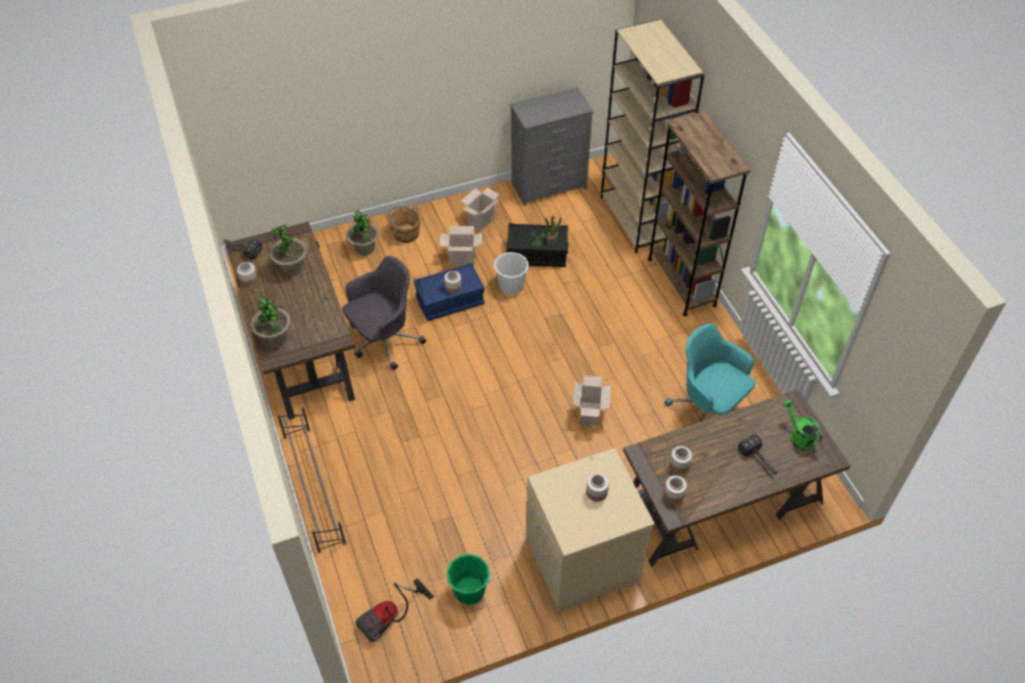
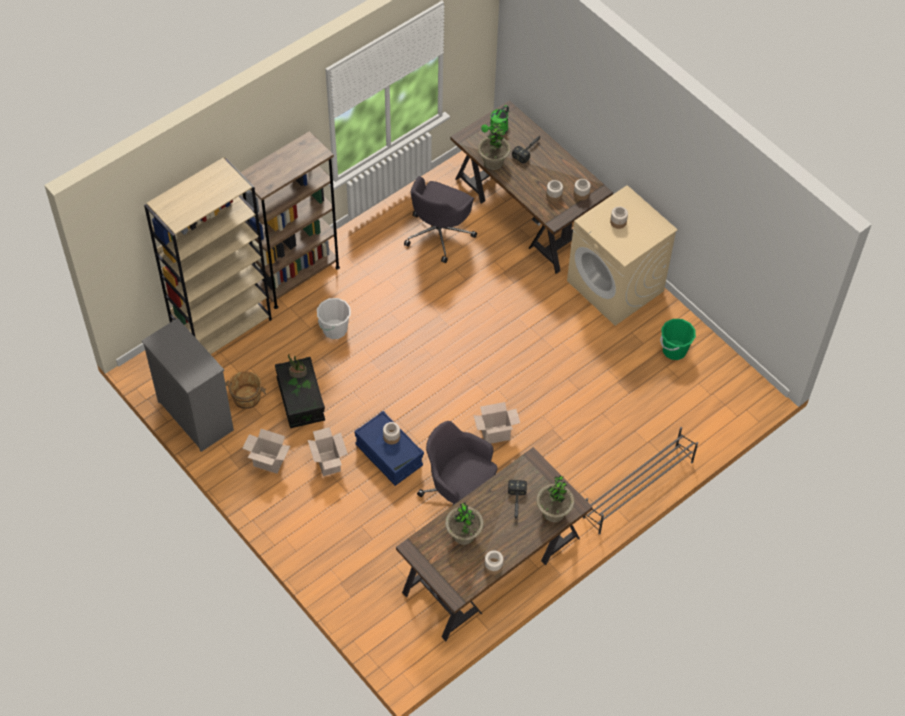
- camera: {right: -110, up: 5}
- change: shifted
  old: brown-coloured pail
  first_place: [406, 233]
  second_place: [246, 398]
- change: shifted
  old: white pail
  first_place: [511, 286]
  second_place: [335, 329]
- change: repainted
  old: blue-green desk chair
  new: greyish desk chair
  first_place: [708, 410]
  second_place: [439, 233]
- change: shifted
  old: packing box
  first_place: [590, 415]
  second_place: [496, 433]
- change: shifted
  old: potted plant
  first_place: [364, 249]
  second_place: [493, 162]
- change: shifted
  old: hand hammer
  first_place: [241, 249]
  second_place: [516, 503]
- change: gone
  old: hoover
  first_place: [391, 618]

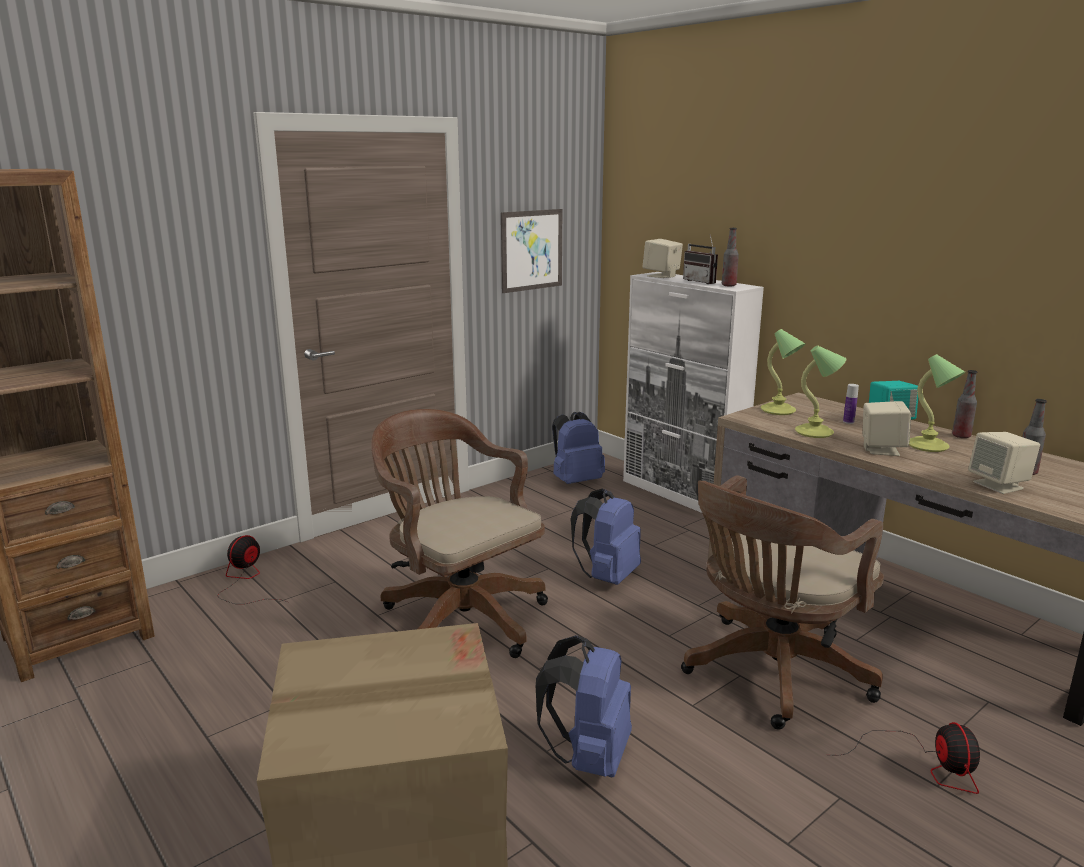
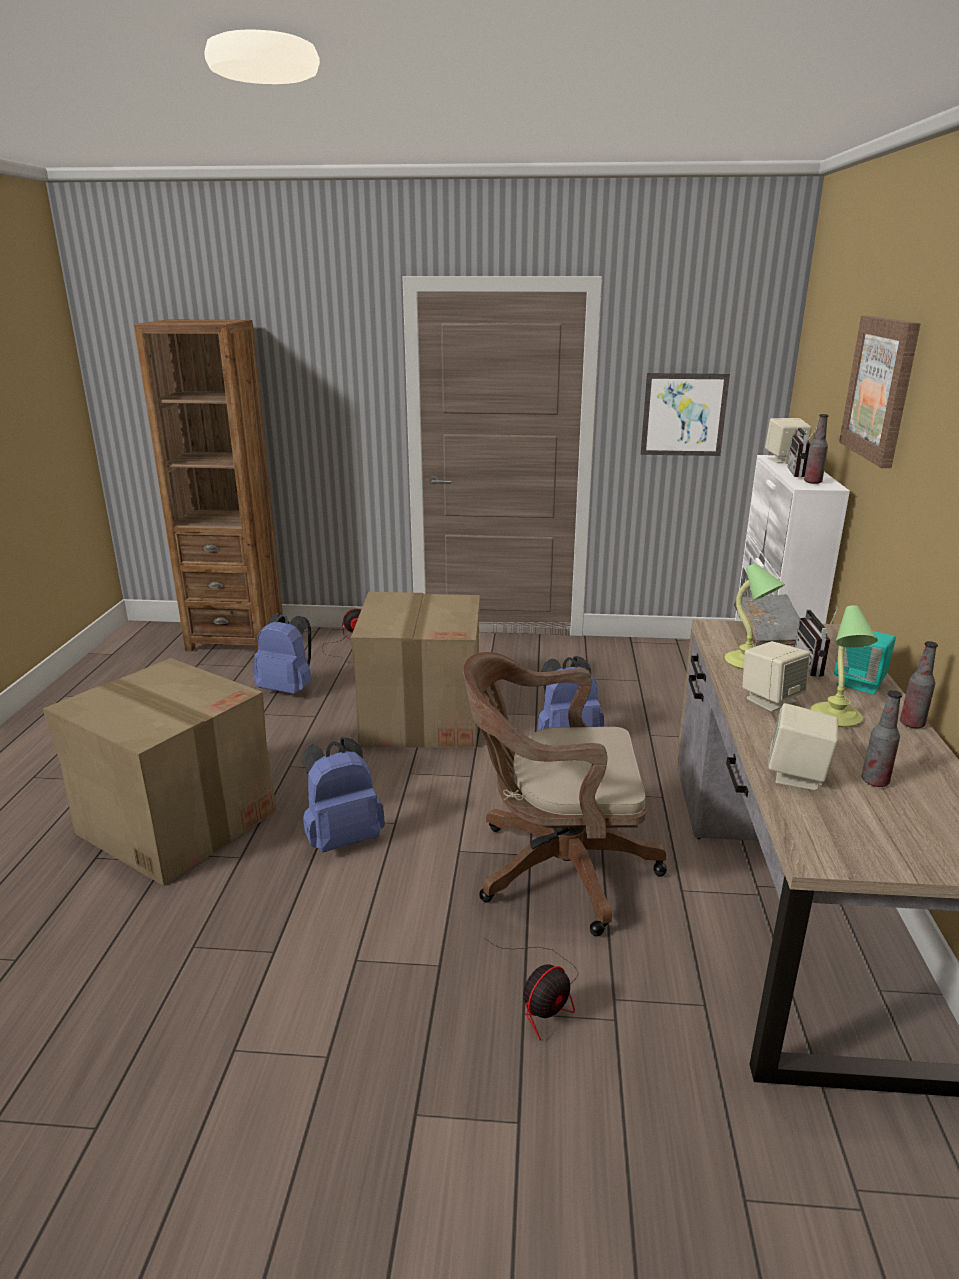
- camera: {right: 45, up: 5}
- change: shifted
  old: bluish knapsack
  first_place: [575, 481]
  second_place: [288, 689]
- change: swapped
  old: brown-coloured desk chair
  new: packing box
  first_place: [459, 616]
  second_place: [422, 717]
- change: swapped
  old: table lamp
  new: greyish volume
  first_place: [779, 411]
  second_place: [770, 633]
- change: swapped
  old: drink bottle
  new: radio
  first_place: [848, 422]
  second_place: [815, 666]
- change: new
  new: wall art
  second_place: [880, 389]

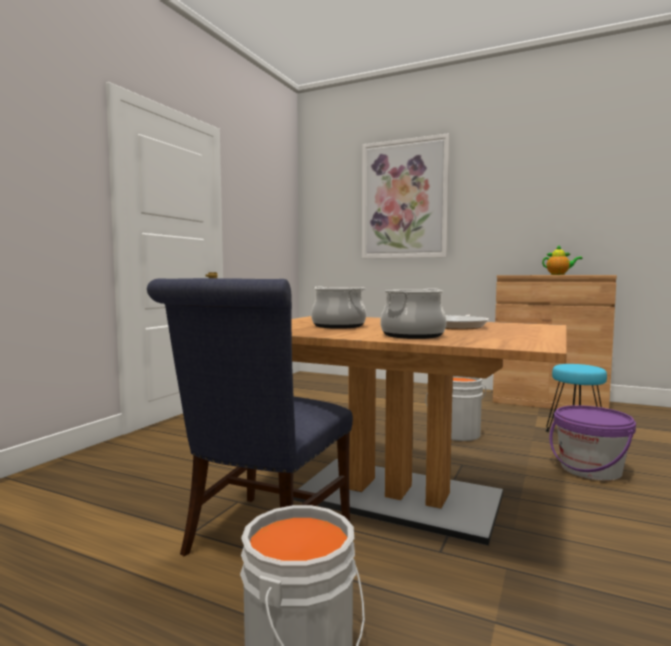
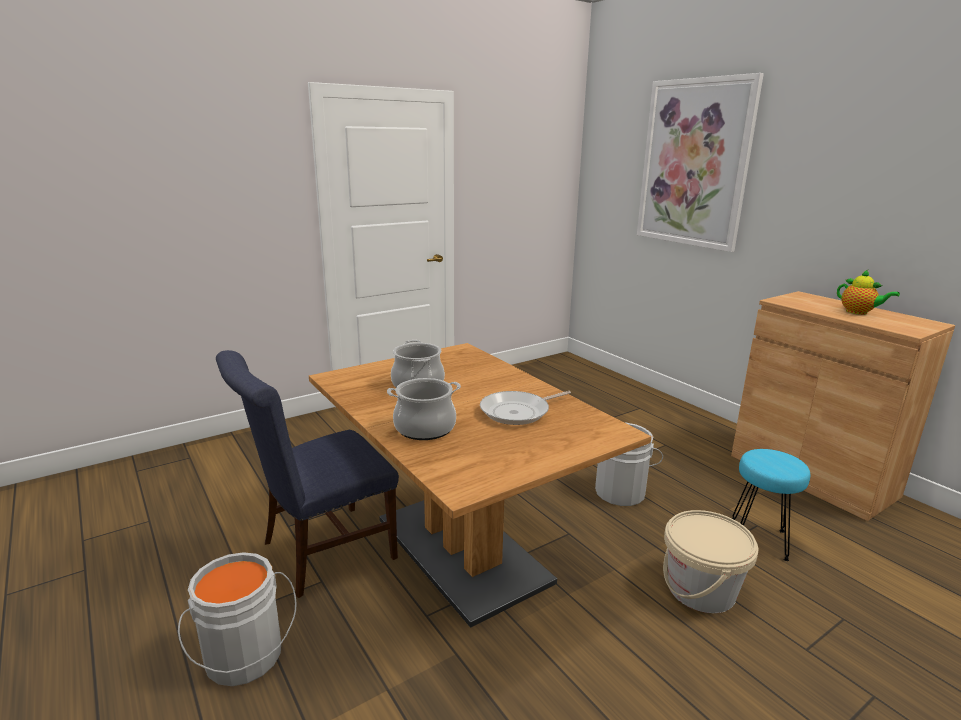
- camera: {right: 30, up: 15}
- change: repainted
  old: purplish pail
  new: beige pail
  first_place: [590, 469]
  second_place: [701, 589]

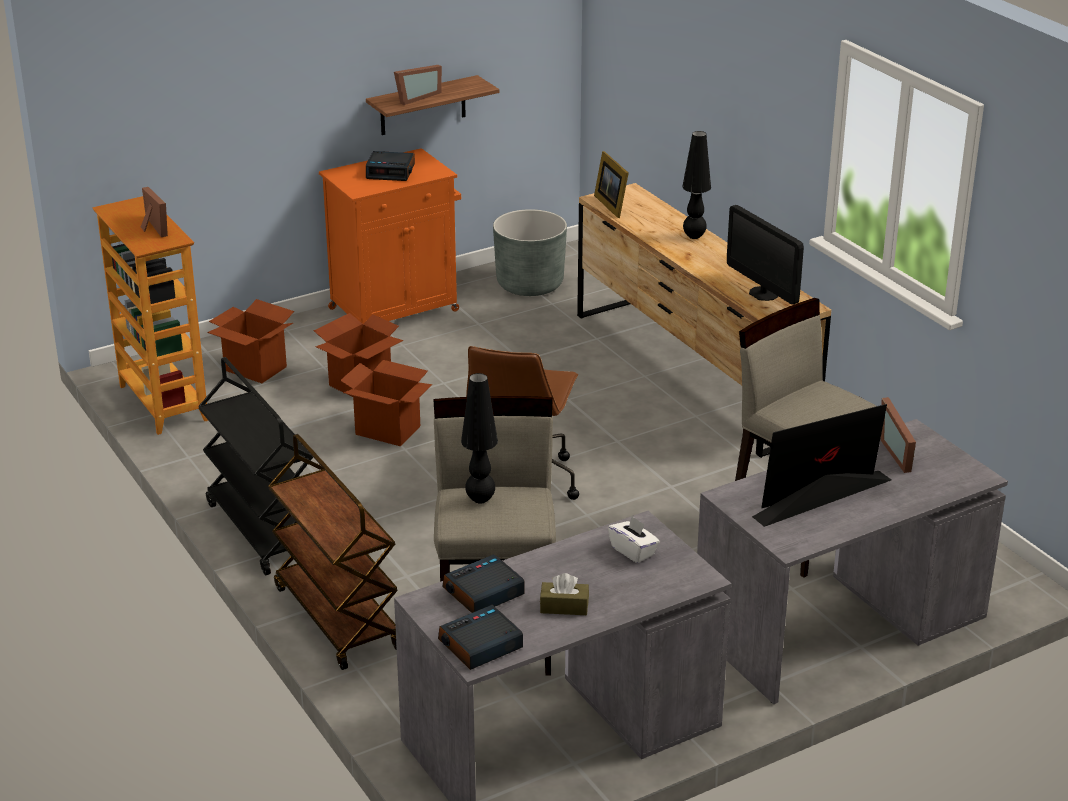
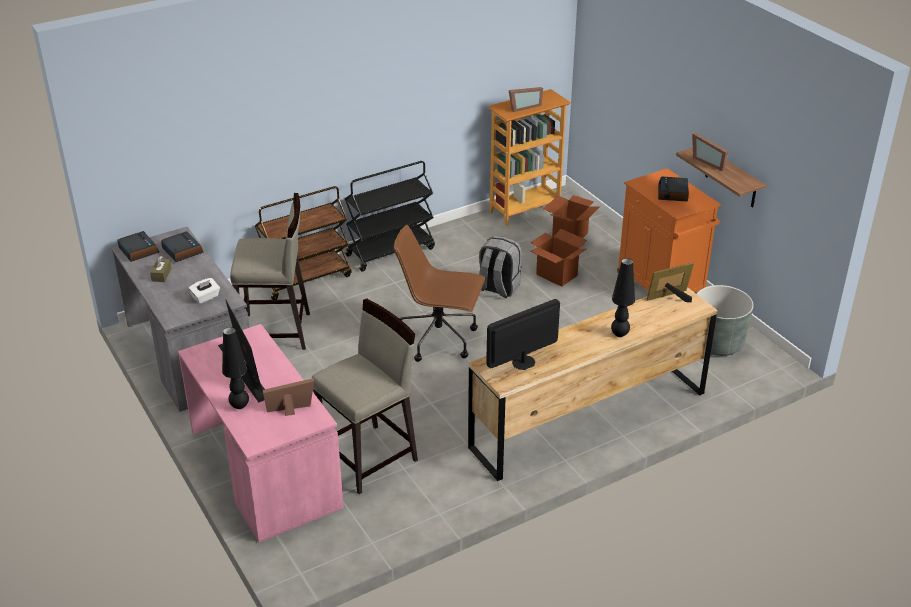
- camera: {right: 90, up: 5}
- change: repainted
  old: greyish desk
  new: pinkish desk
  first_place: [840, 625]
  second_place: [263, 469]
- change: shifted
  old: blackish table lamp
  first_place: [480, 499]
  second_place: [239, 406]
- change: swapped
  old: packing box
  new: greyish knapsack
  first_place: [388, 430]
  second_place: [498, 288]

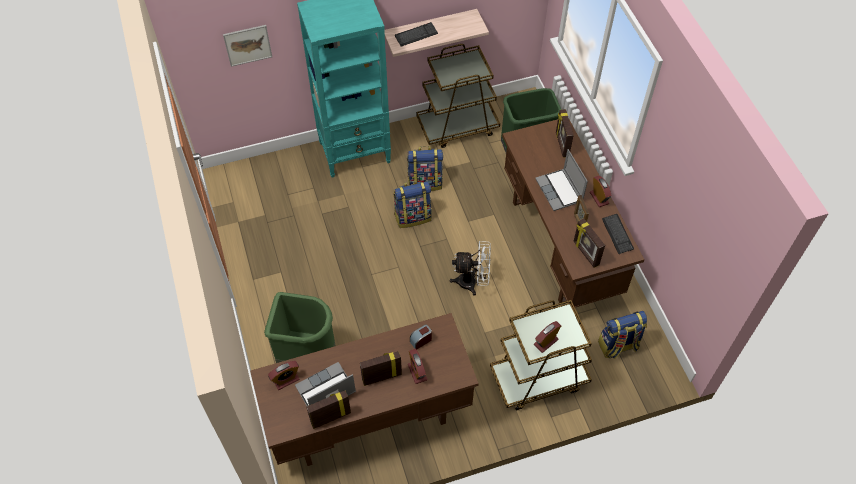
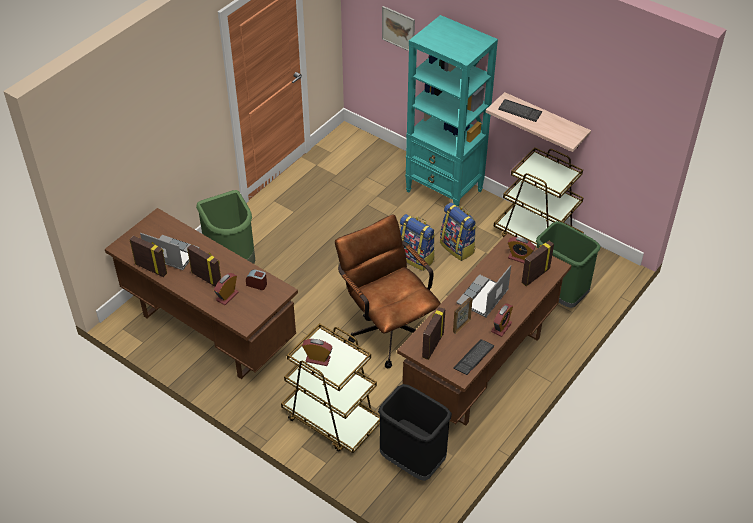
- camera: {right: 55, up: -10}
- change: swapped
  old: white fan
  new: brown-coloured desk chair
  first_place: [472, 282]
  second_place: [387, 328]
- change: swapped
  old: knapsack
  new: blackish trash can
  first_place: [618, 346]
  second_place: [412, 461]
- change: shifted
  old: table clock
  first_place: [286, 380]
  second_place: [519, 258]

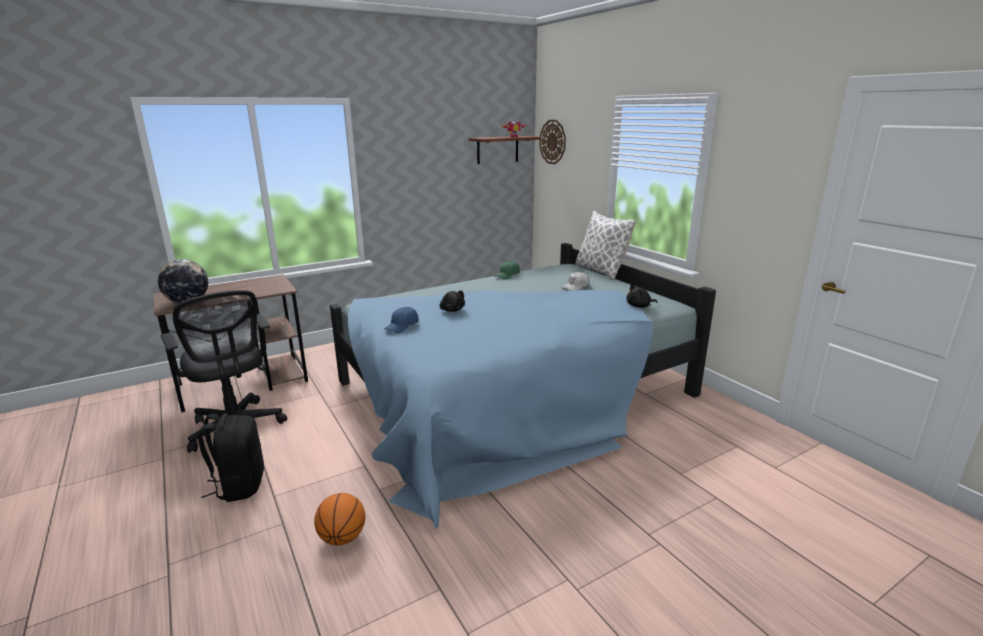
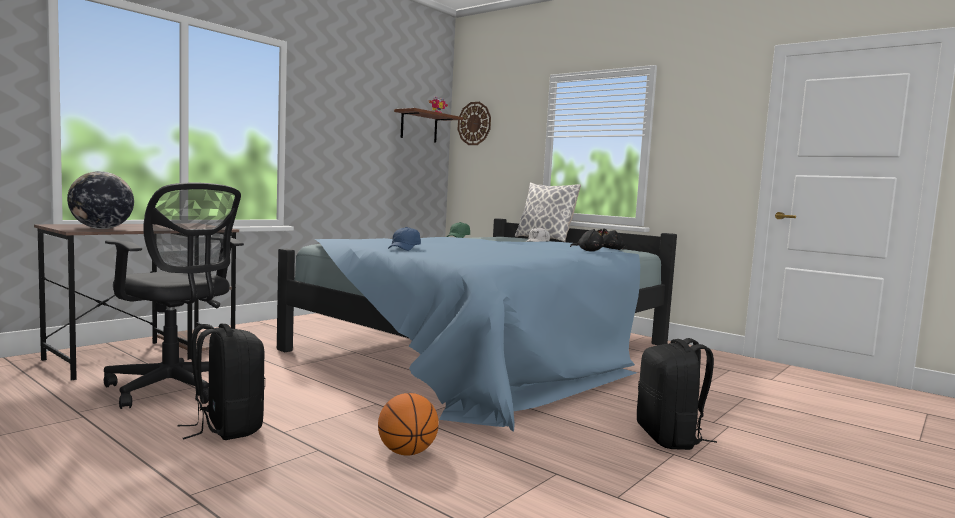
- camera: {right: -20, up: -15}
- change: shifted
  old: blackish soft toy
  first_place: [452, 310]
  second_place: [589, 251]
- change: new
  new: blackish knapsack
  second_place: [670, 438]

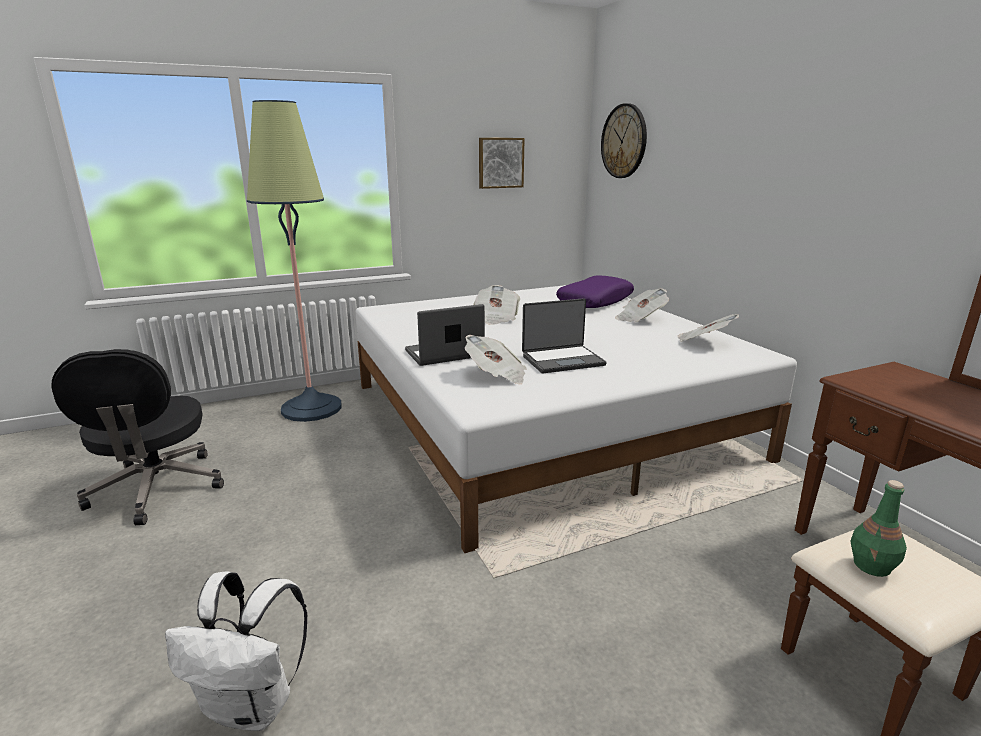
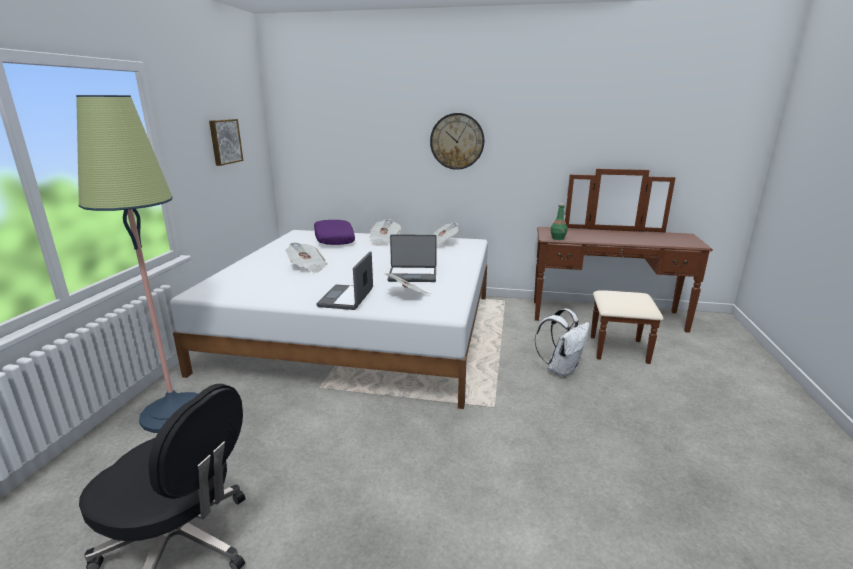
- camera: {right: -55, up: 0}
- change: rotated
  old: portable computer
  first_place: [562, 360]
  second_place: [412, 275]
  degrees: 75
- change: shifted
  old: hanging clock
  first_place: [624, 141]
  second_place: [457, 141]
- change: shifted
  old: white knapsack
  first_place: [253, 705]
  second_place: [561, 369]
- change: shifted
  old: green-coloured drink bottle
  first_place: [872, 566]
  second_place: [558, 238]

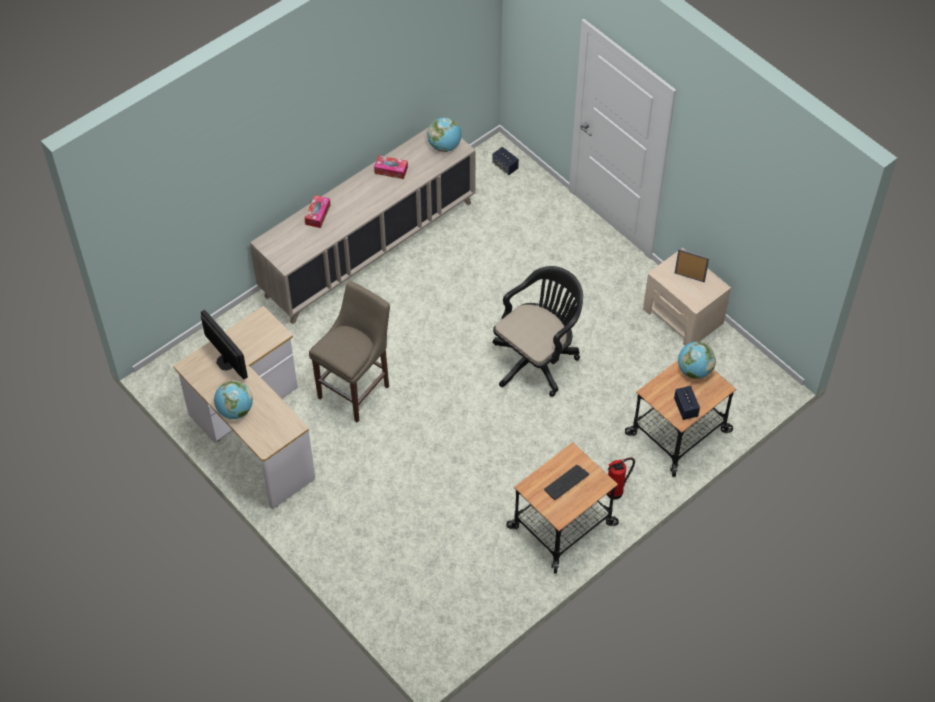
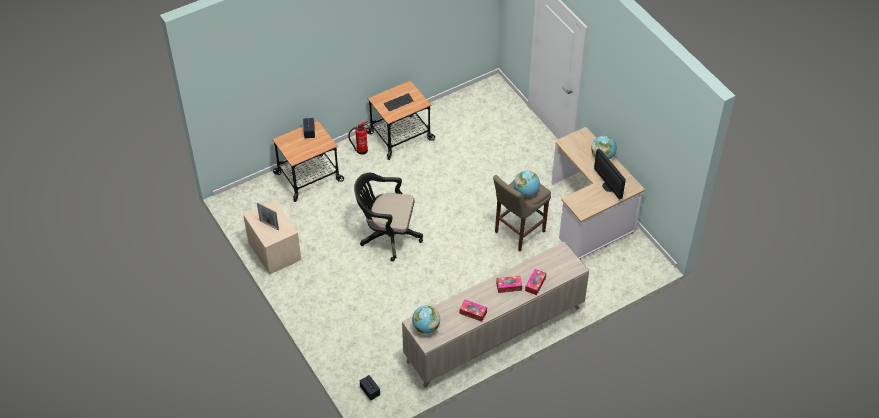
- camera: {right: -170, up: -5}
- change: rotated
  old: blackish desk chair
  first_place: [537, 359]
  second_place: [387, 236]
  degrees: 45
- change: new
  new: box of tissues
  second_place: [509, 286]
- change: shifted
  old: globe
  first_place: [694, 371]
  second_place: [526, 192]

